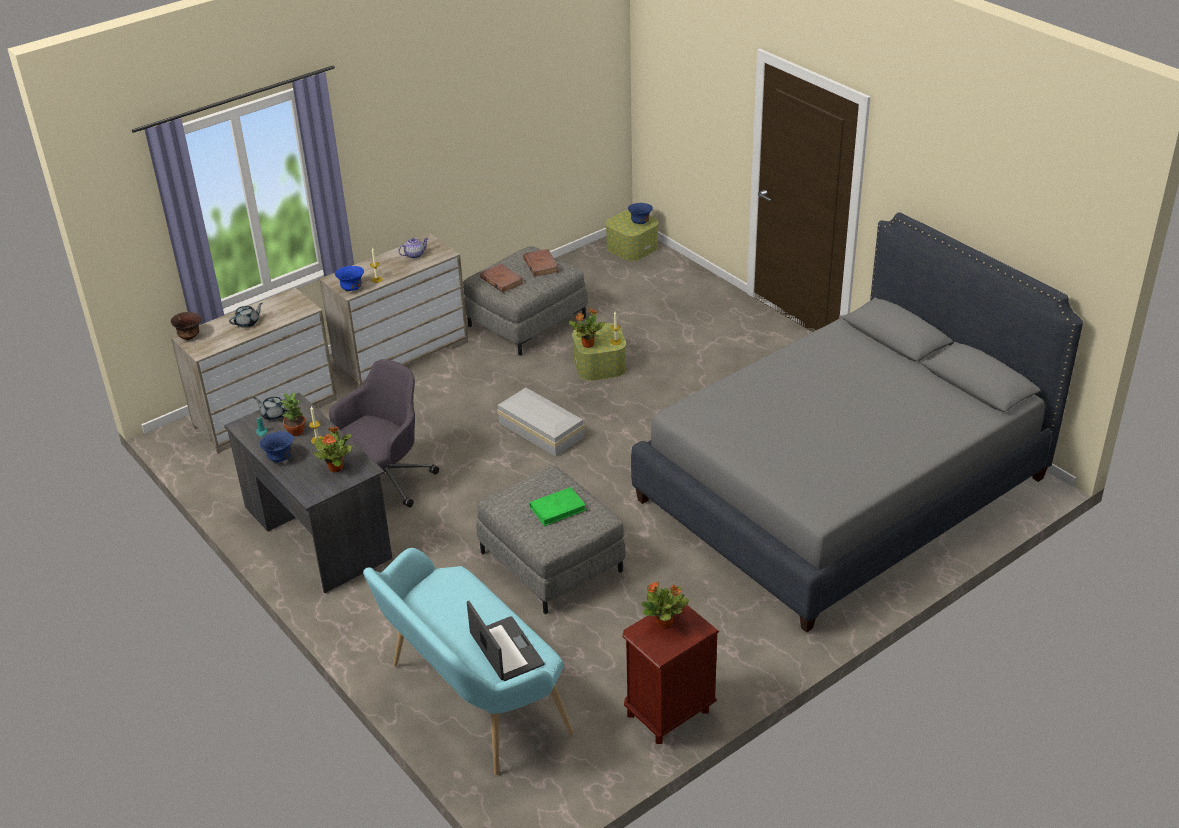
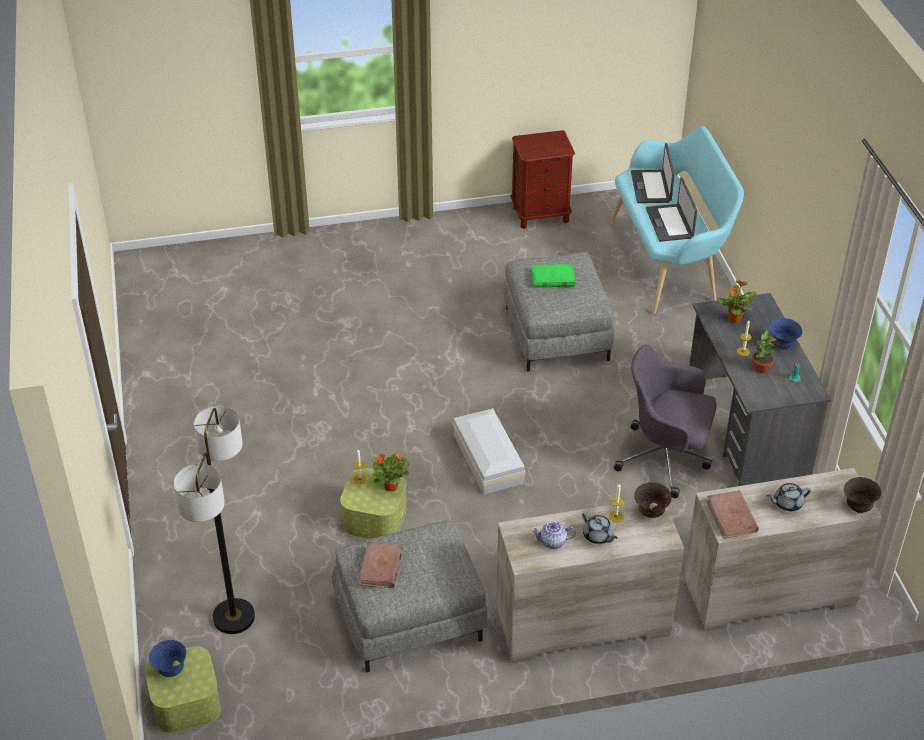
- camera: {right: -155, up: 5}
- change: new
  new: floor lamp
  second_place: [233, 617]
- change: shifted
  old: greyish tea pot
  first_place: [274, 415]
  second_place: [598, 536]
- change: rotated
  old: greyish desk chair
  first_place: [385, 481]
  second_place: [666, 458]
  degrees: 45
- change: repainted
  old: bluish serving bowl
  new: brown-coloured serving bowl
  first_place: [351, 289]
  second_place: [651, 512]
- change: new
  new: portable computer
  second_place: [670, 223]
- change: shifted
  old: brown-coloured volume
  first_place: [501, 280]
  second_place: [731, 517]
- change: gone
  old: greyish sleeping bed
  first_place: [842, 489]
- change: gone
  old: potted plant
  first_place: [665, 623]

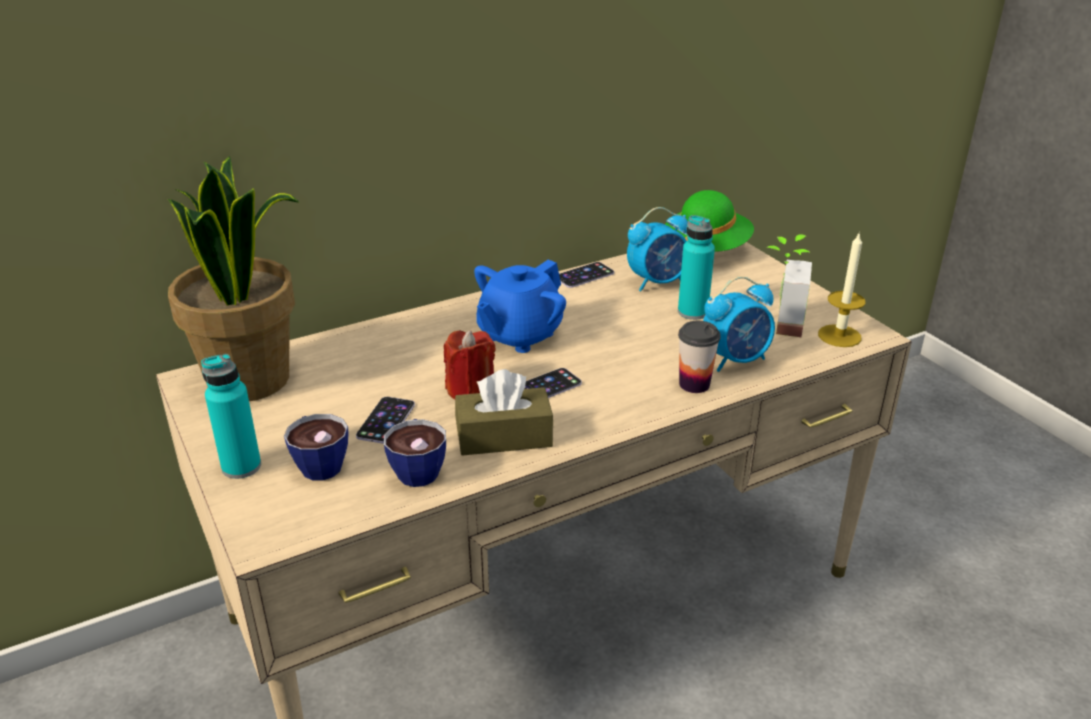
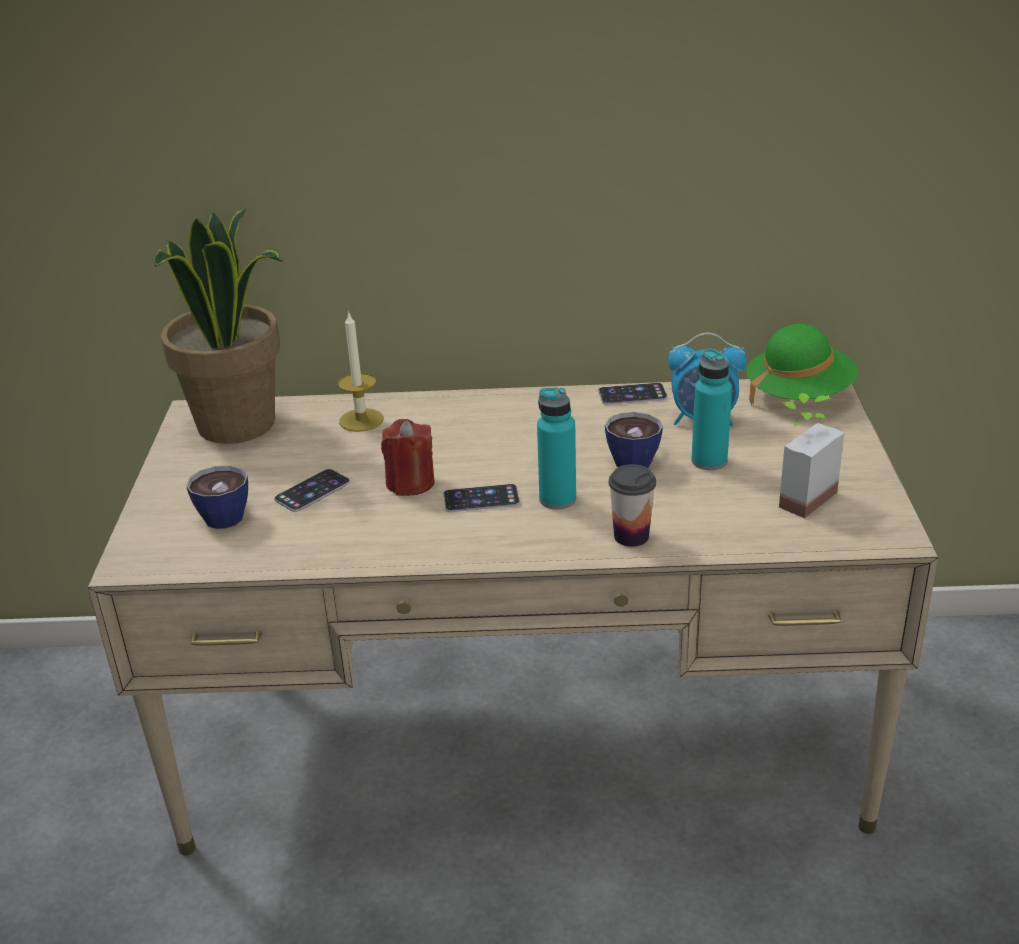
- camera: {right: 30, up: 0}
- change: shifted
  old: candle
  first_place: [839, 336]
  second_place: [361, 420]
- change: shifted
  old: blue-green drink bottle
  first_place: [241, 467]
  second_place: [557, 499]
- change: shifted
  old: drinking cup
  first_place: [418, 468]
  second_place: [635, 458]
- change: gone
  old: brown-coloured box of tissues
  first_place: [504, 437]
- change: gone
  old: bluish tea pot
  first_place: [519, 335]
- change: gone
  old: table clock
  first_place: [736, 360]

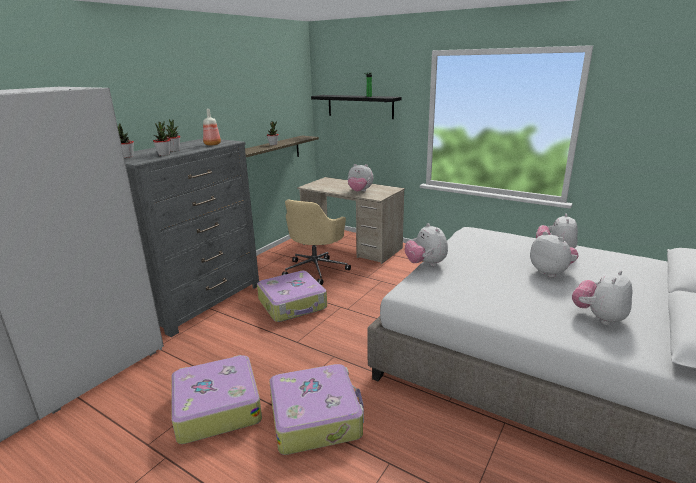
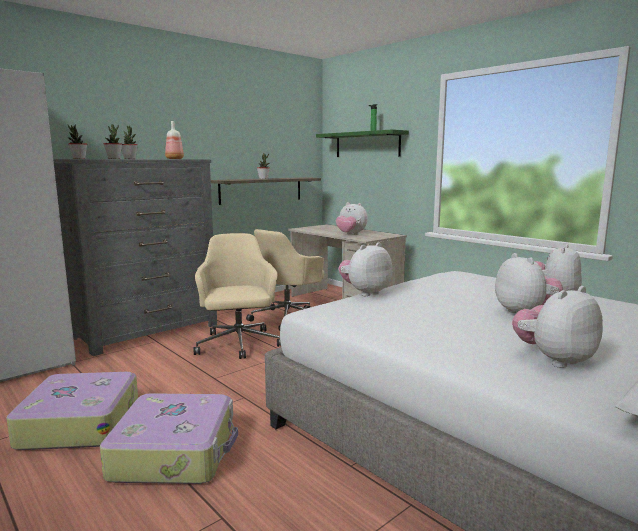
- camera: {right: 15, up: -10}
- change: swapped
  old: piece of luggage
  new: beige desk chair
  first_place: [293, 304]
  second_place: [238, 345]
- change: repainted
  old: blackish wall shelf
  new: green-coloured wall shelf
  first_place: [360, 106]
  second_place: [367, 144]
- change: rotated
  old: soft toy
  first_place: [425, 264]
  second_place: [365, 292]
  degrees: 60

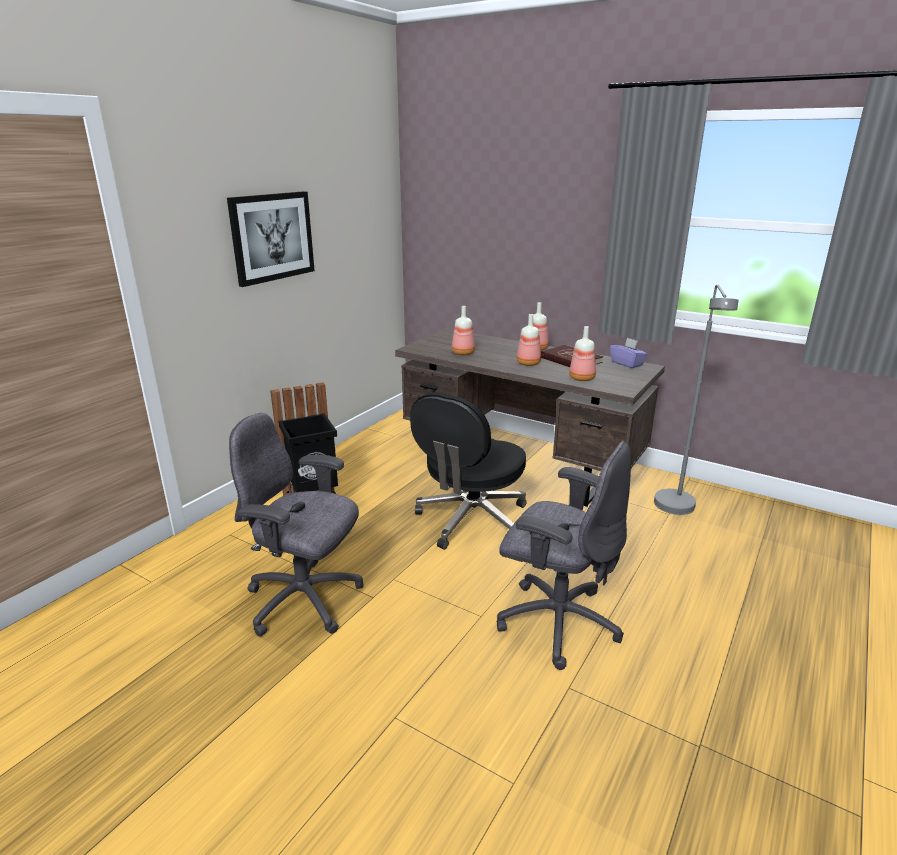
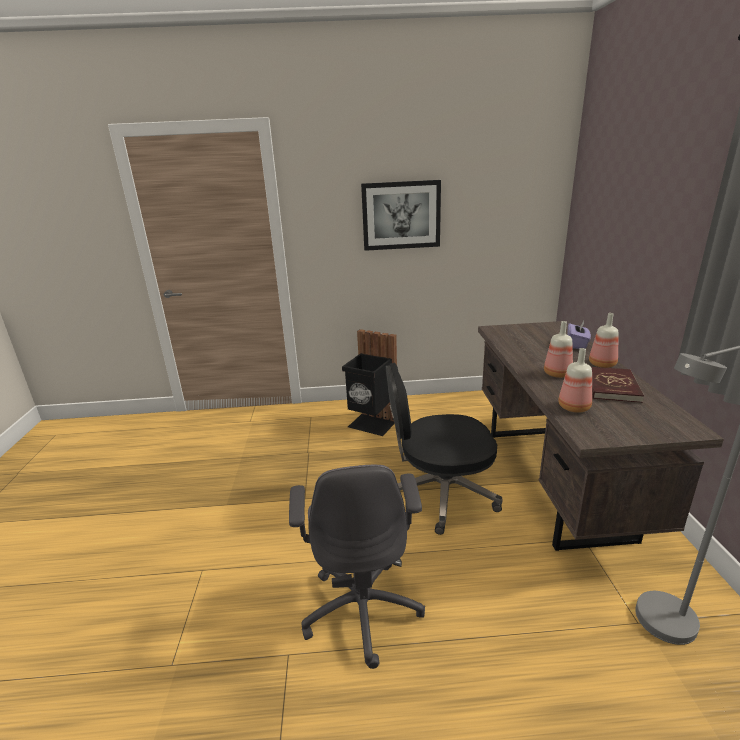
- camera: {right: 55, up: 0}
- change: shifted
  old: purplish box of tissues
  first_place: [627, 364]
  second_place: [577, 344]
- change: gone
  old: greyish desk chair
  first_place: [305, 601]
- change: gone
  old: drink bottle
  first_place: [463, 353]

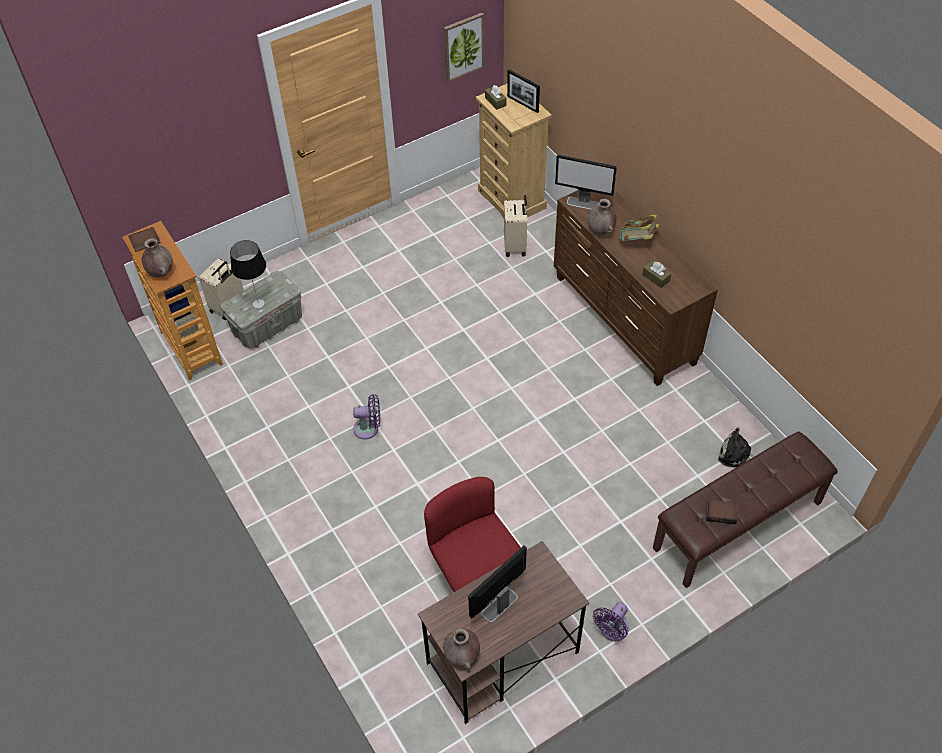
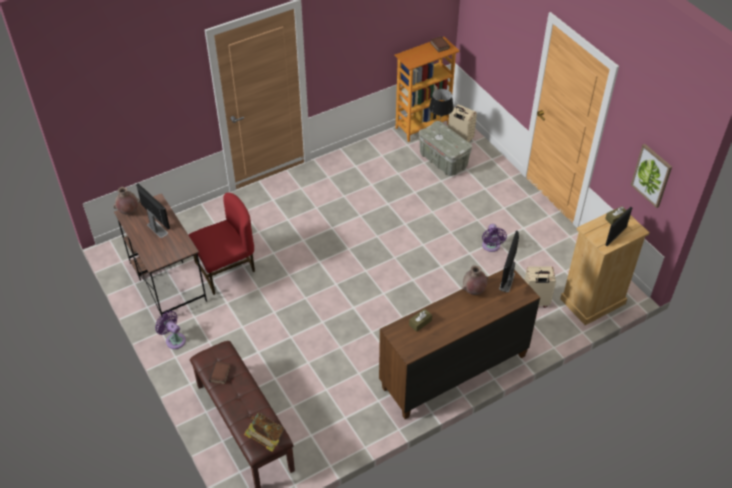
- camera: {right: 90, up: -5}
- change: shifted
  old: volume
  first_place: [638, 240]
  second_place: [265, 438]
- change: shifted
  old: purplish fan
  first_place: [369, 428]
  second_place: [491, 247]
- change: gone
  old: brown-coloured flower vase
  first_place: [161, 272]
- change: gone
  old: soft toy
  first_place: [737, 455]

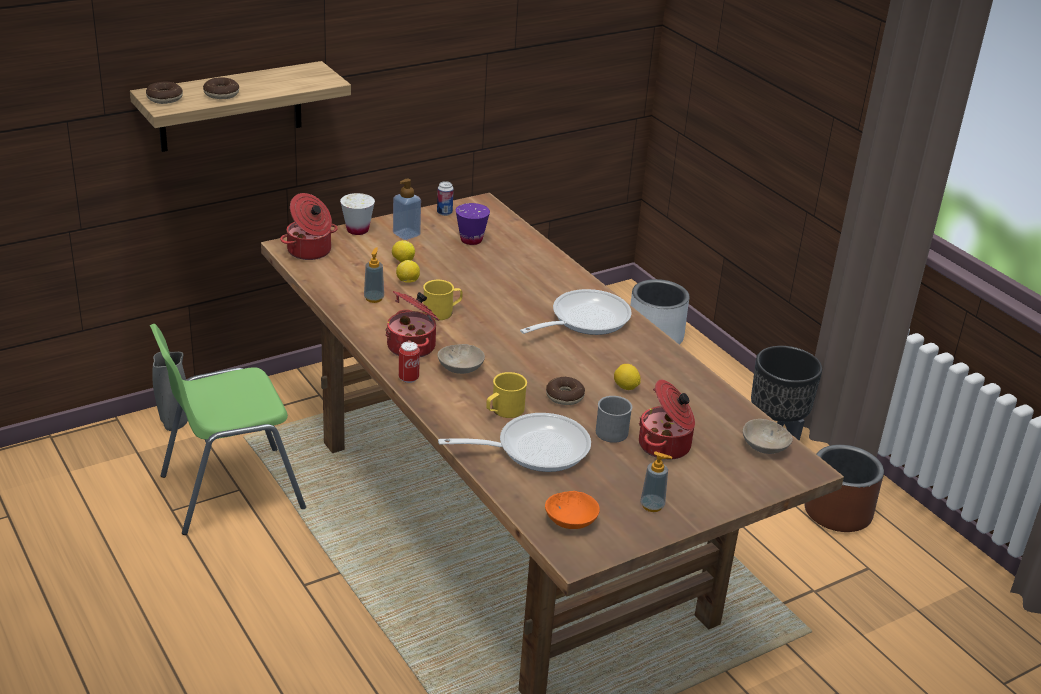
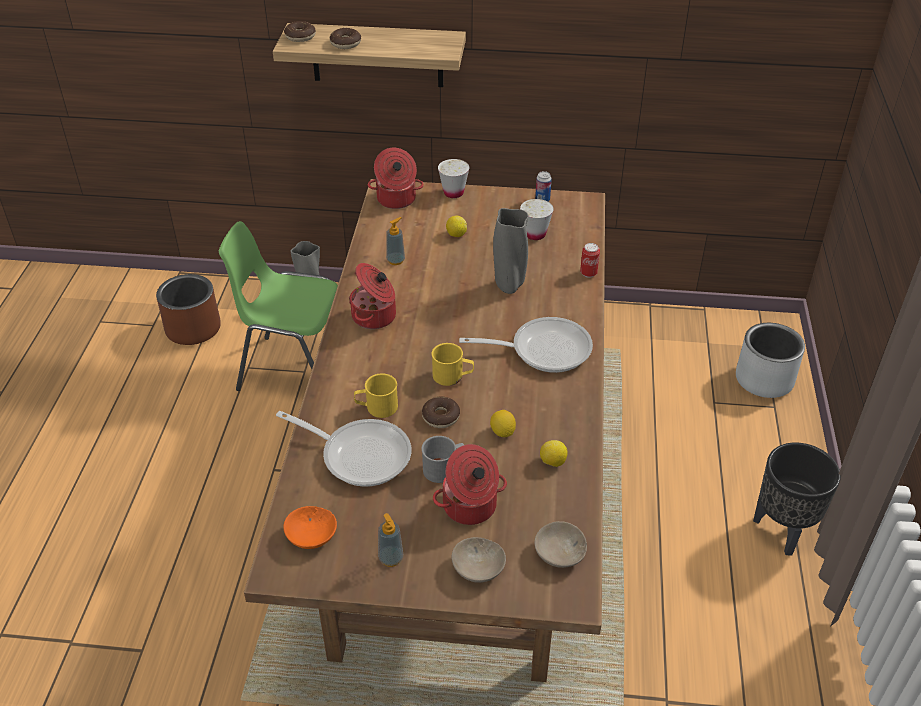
- camera: {right: 40, up: 10}
- change: shifted
  old: brown-coloured planter
  first_place: [838, 513]
  second_place: [193, 329]
- change: shifted
  old: yellowish coffee mug
  first_place: [442, 312]
  second_place: [452, 376]
- change: shifted
  old: beige serving bowl
  first_place: [460, 368]
  second_place: [477, 569]
- change: new
  new: greyish flower vase
  second_place: [509, 286]
- change: repainted
  old: purplish drinking cup
  new: white drinking cup
  first_place: [471, 240]
  second_place: [535, 234]
- change: shifted
  old: citrus fruit
  first_place: [407, 281]
  second_place: [552, 462]
- change: shifted
  old: can
  first_place: [408, 378]
  second_place: [588, 273]
- change: gone
  old: soap dispenser
  first_place: [406, 234]

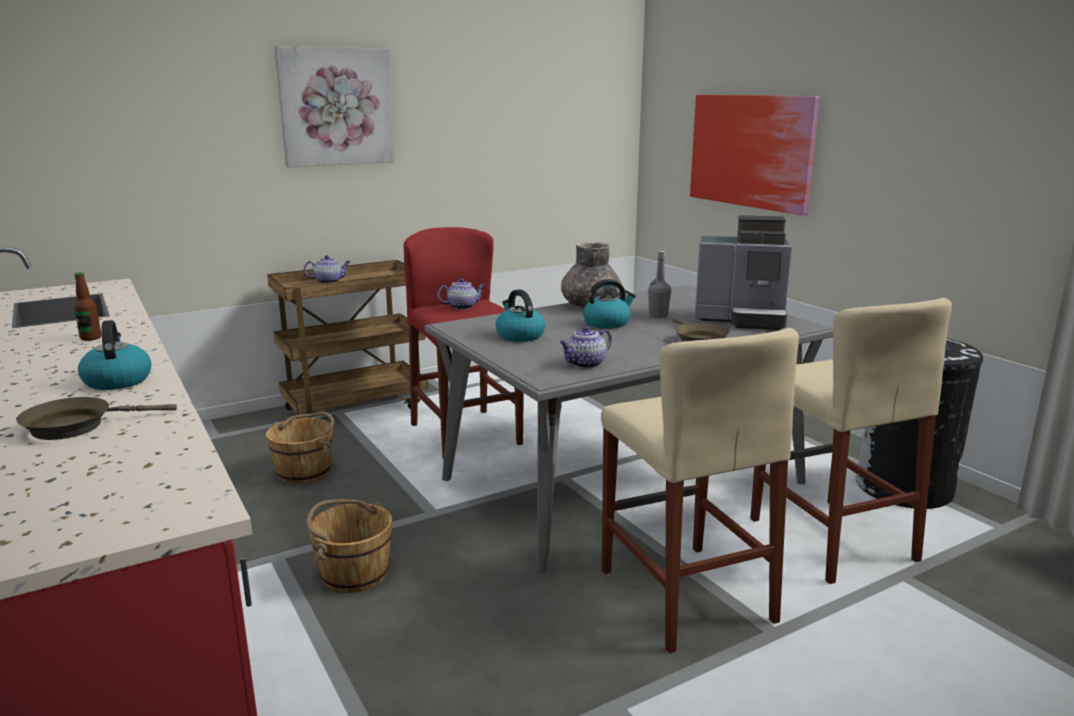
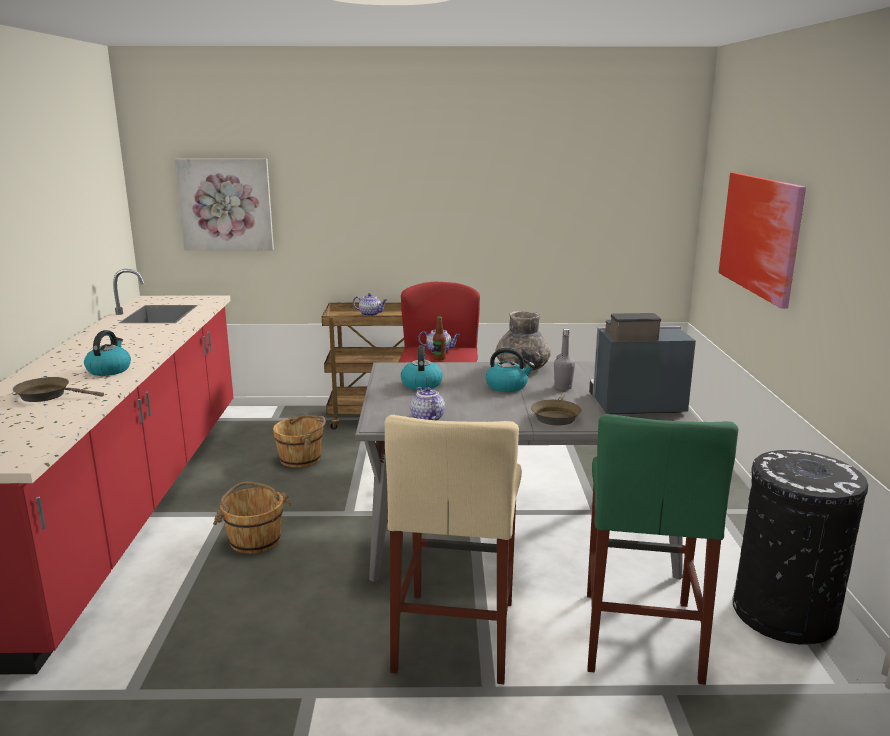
- camera: {right: 30, up: 0}
- change: shifted
  old: wall art
  first_place: [336, 107]
  second_place: [226, 204]
- change: rotated
  old: tea pot
  first_place: [585, 364]
  second_place: [426, 418]
  degrees: 75
- change: shifted
  old: drink bottle
  first_place: [91, 338]
  second_place: [439, 358]
- change: repainted
  old: beige stool seat
  new: green-coloured stool seat
  first_place: [830, 538]
  second_place: [640, 635]
- change: rotated
  old: coffee machine
  first_place: [742, 319]
  second_place: [633, 404]
  degrees: 135

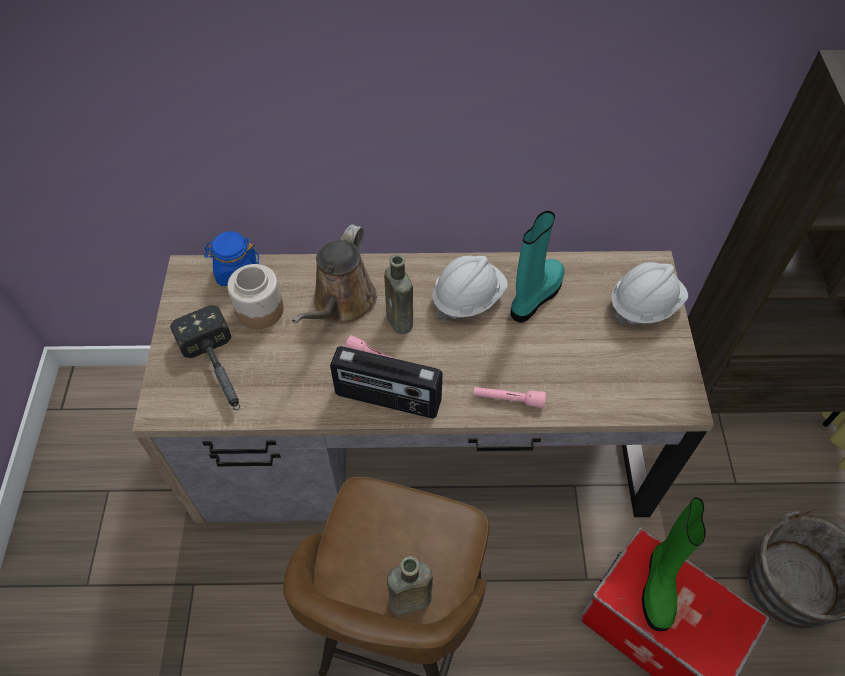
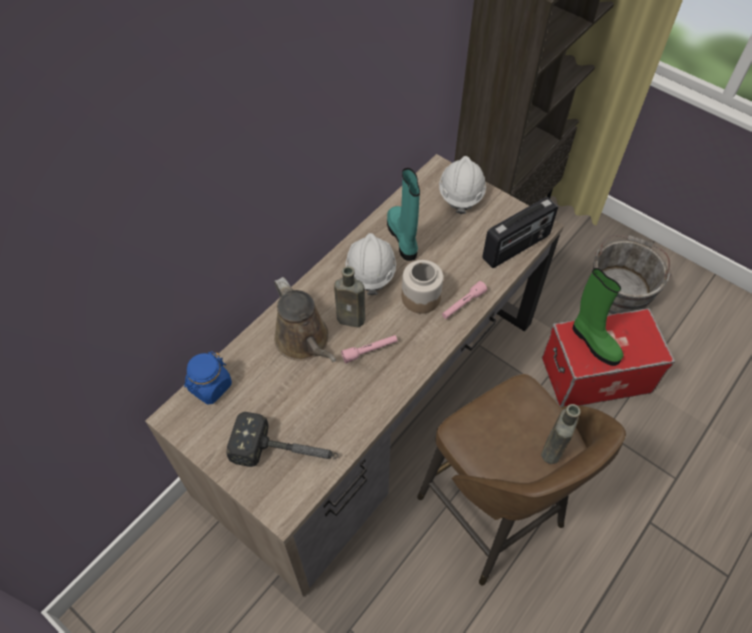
- camera: {right: -50, up: 0}
- change: shifted
  old: storage jar
  first_place: [260, 309]
  second_place: [420, 297]
- change: shifted
  old: radio
  first_place: [387, 399]
  second_place: [516, 247]

